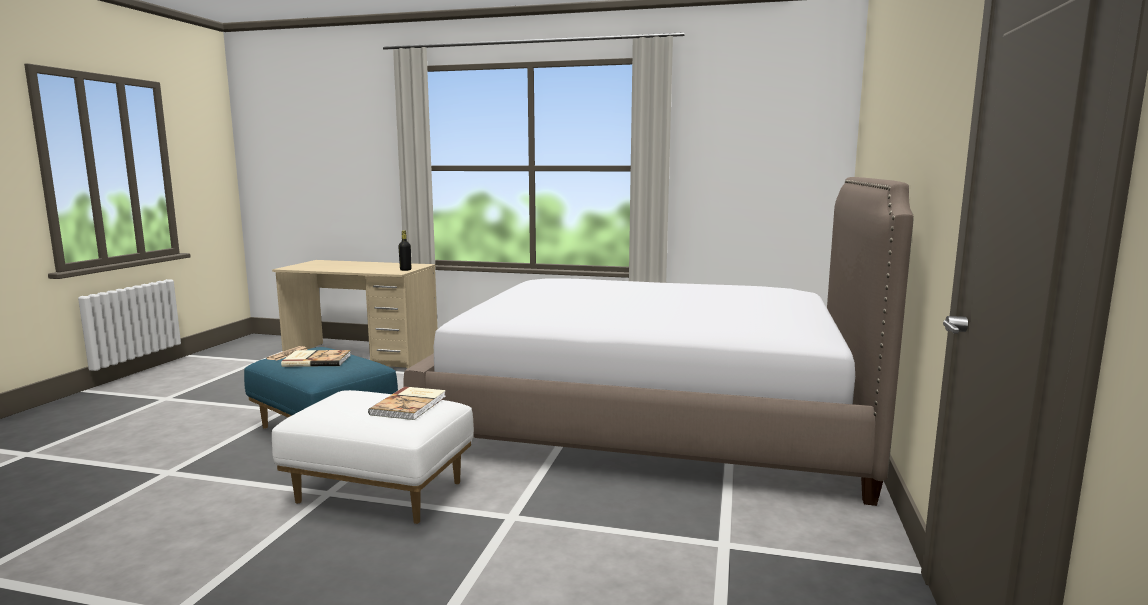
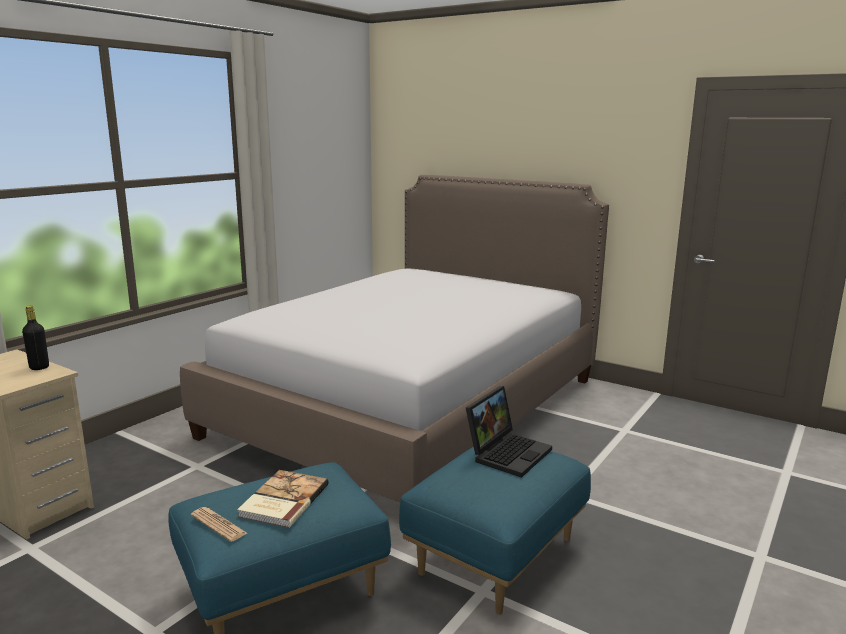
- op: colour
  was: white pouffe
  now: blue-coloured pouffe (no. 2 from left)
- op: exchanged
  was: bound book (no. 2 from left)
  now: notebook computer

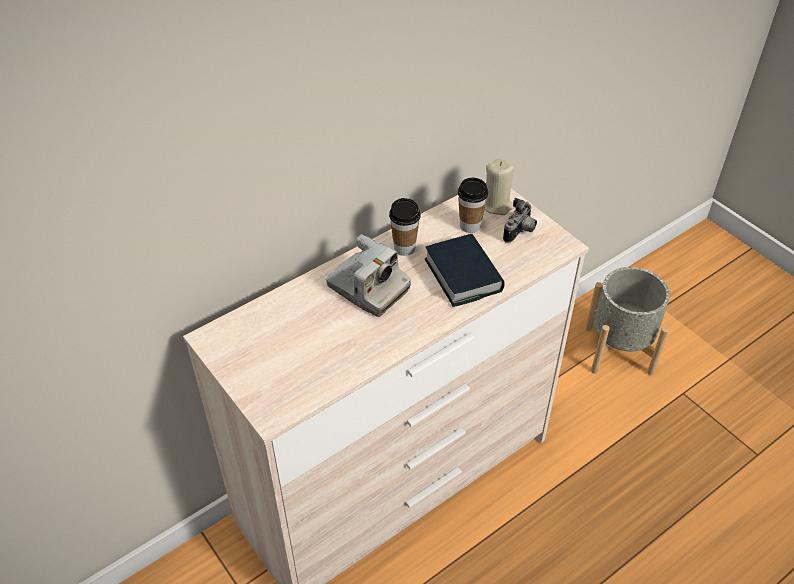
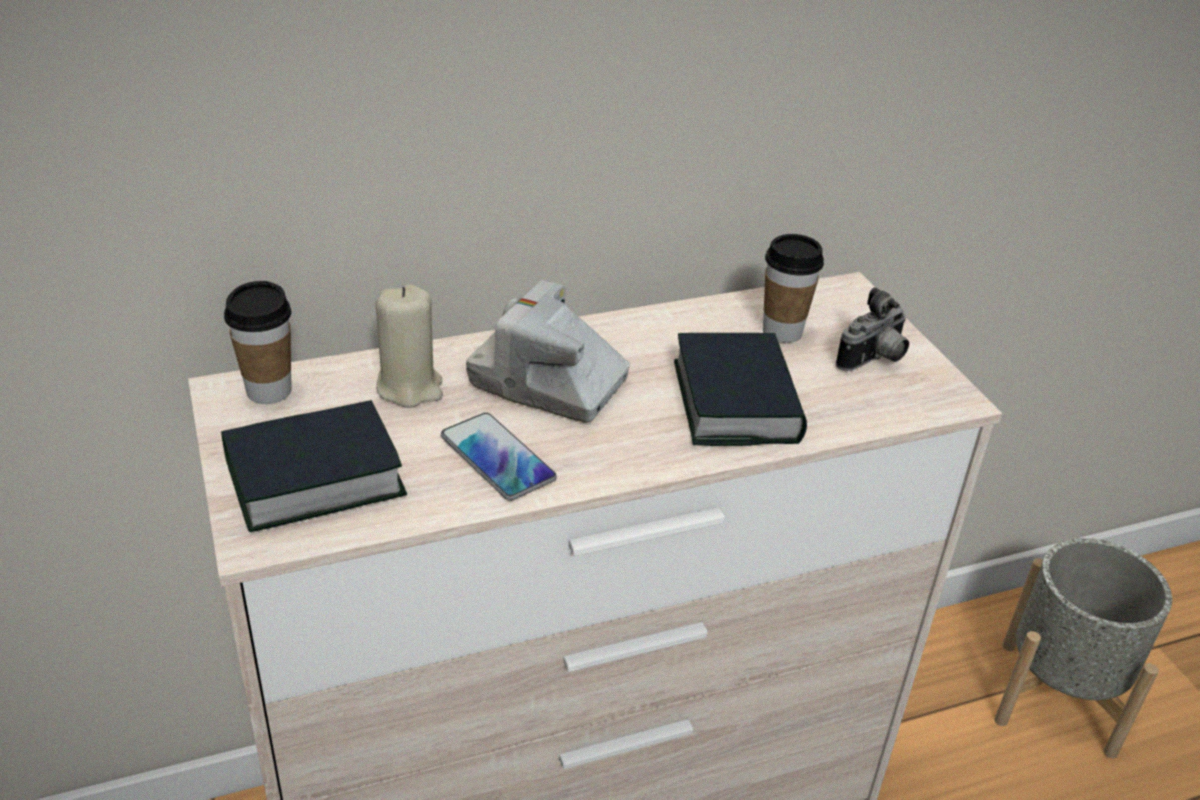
- op: appeared
  now: bound book (no. 1 from left)
- op: relocated
  was: drinking cup (no. 1 from left)
- op: relocated
  was: sand-coloured candle
- op: appeared
  now: telephone
- op: spun
  was: still camera (no. 1 from left)
  clockwise: 150

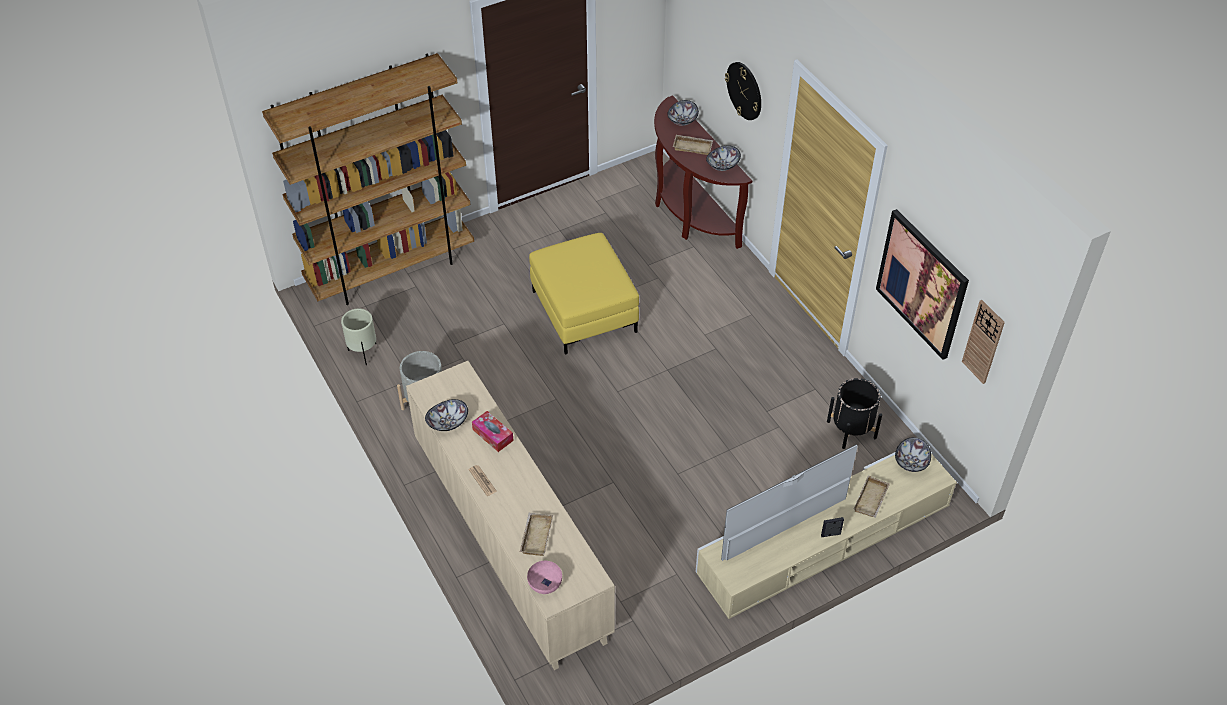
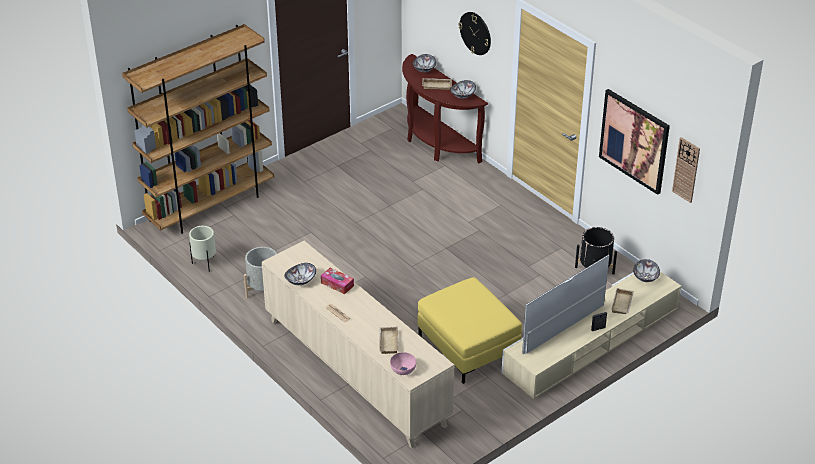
- op: relocated
  was: yellowish pouffe

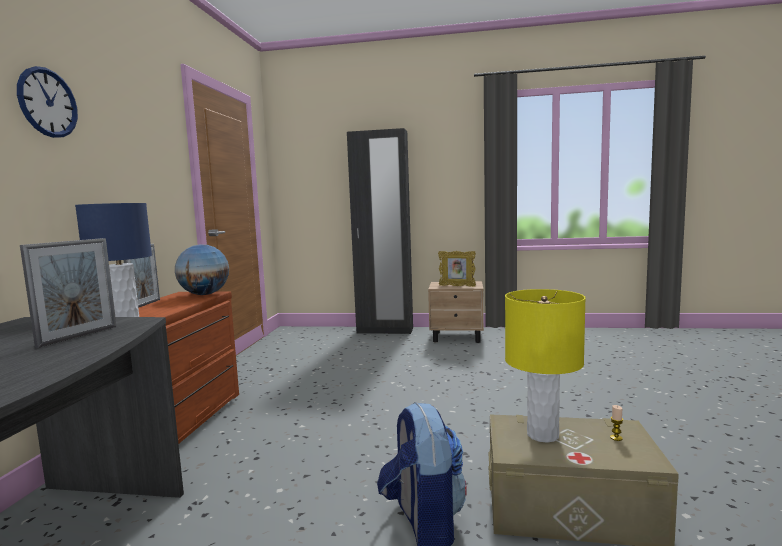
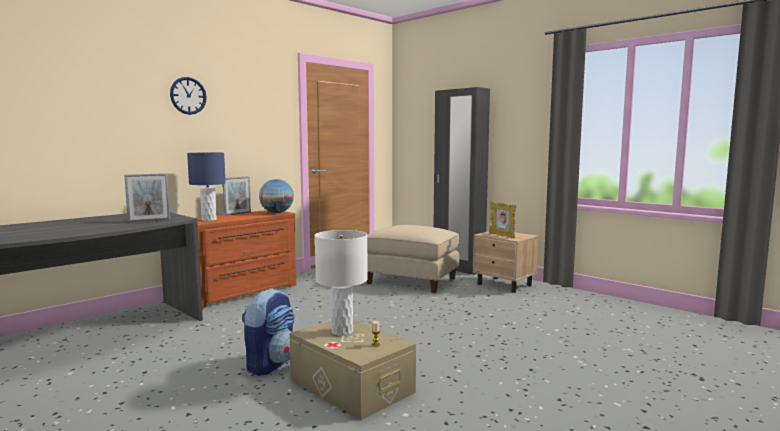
- op: colour
  was: yellowish lamp for a table
  now: white lamp for a table
- op: appeared
  now: sand-coloured pouffe

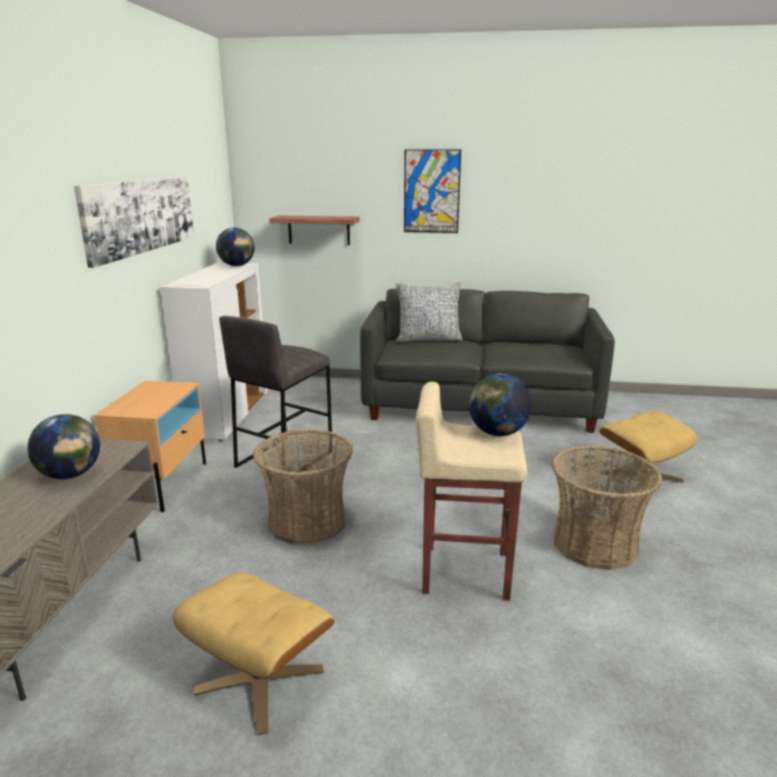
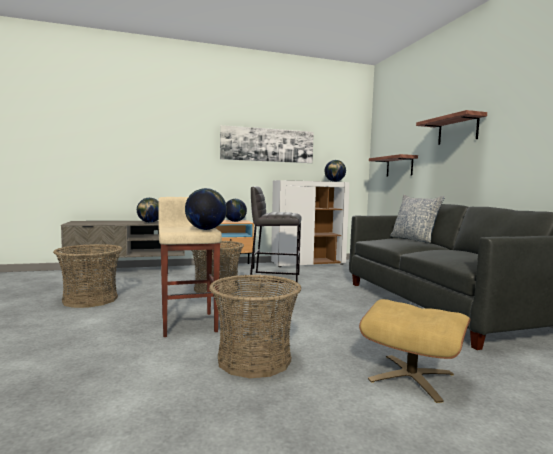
- op: exchanged
  was: sand-coloured pouffe (no. 1 from left)
  now: household basket (no. 1 from left)
- op: appeared
  now: globe (no. 3 from left)
- op: exchanged
  was: wall picture (no. 2 from left)
  now: shelf (no. 2 from left)

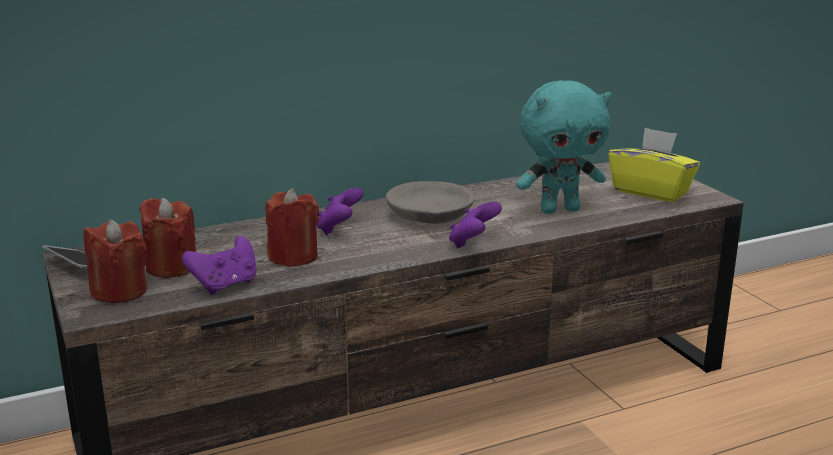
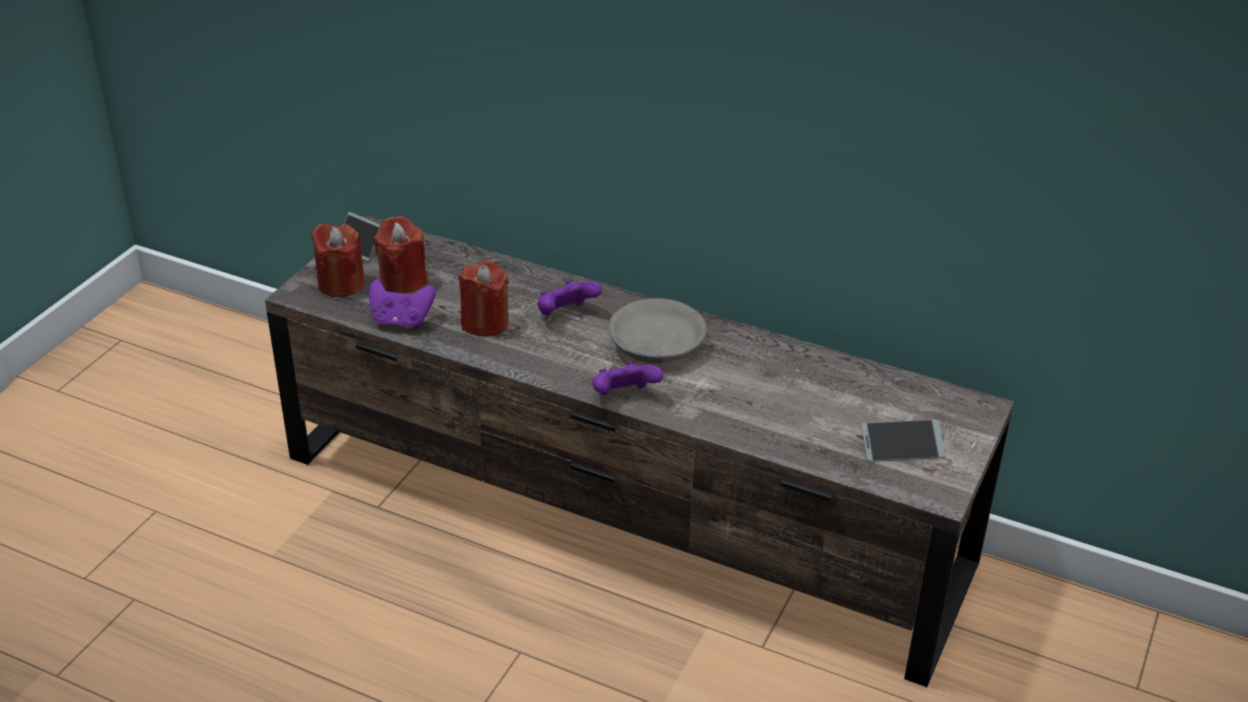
- op: exchanged
  was: yellowish tissue box
  now: telephone (no. 2 from left)
- op: missing
  was: turquoise plush toy

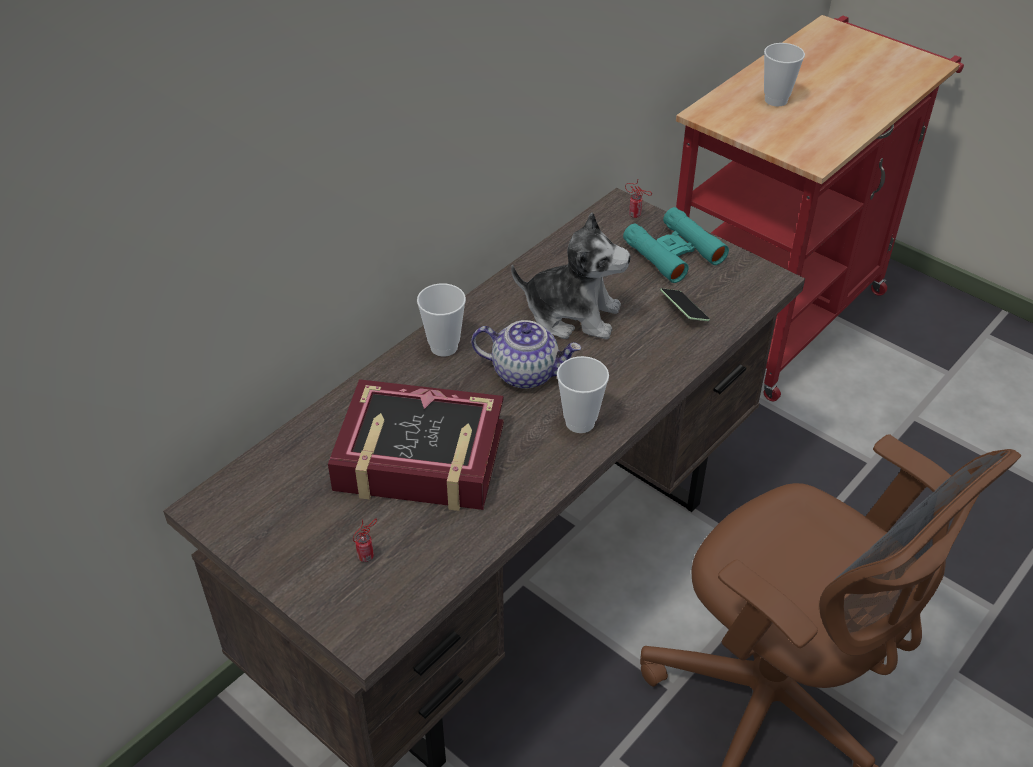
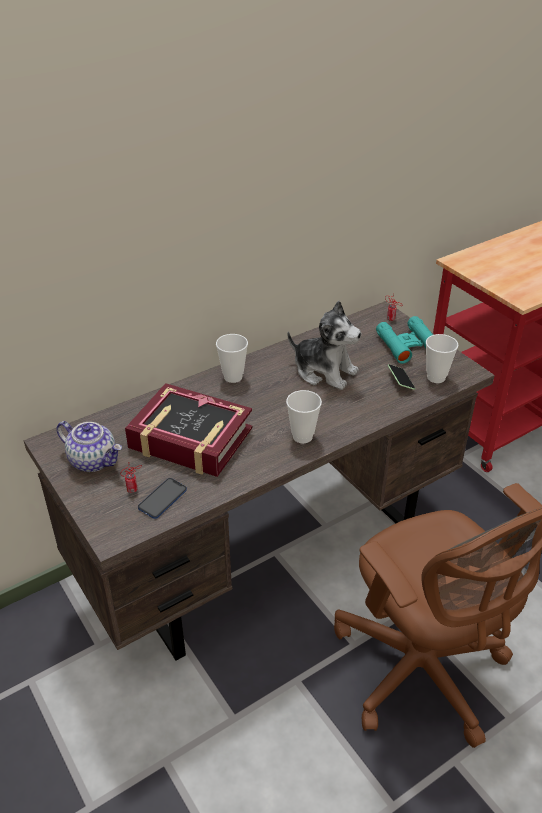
- op: relocated
  was: pot for tea
- op: appeared
  now: telephone (no. 1 from left)
- op: relocated
  was: drinking cup (no. 3 from left)

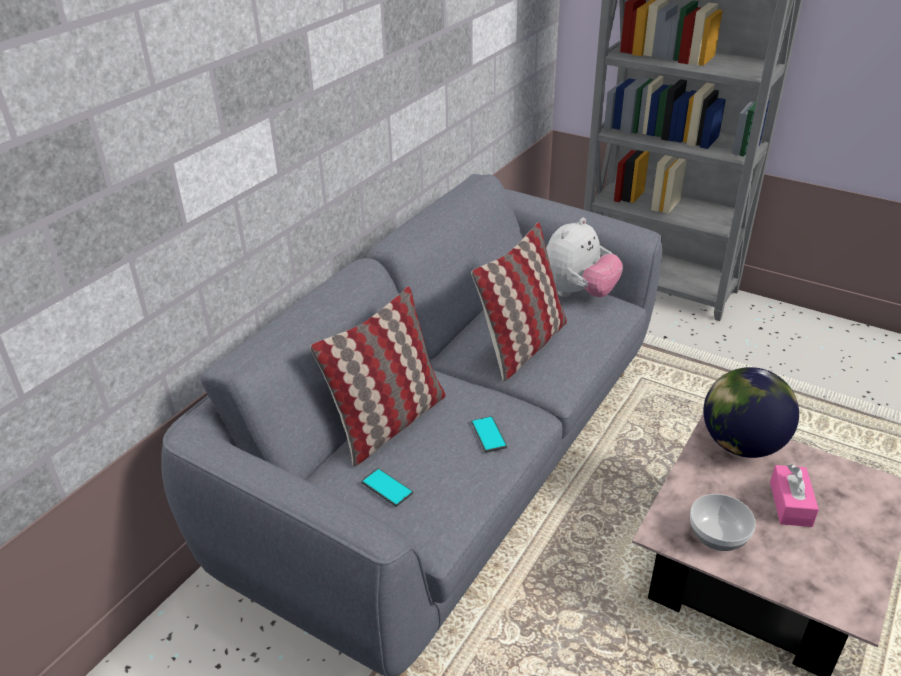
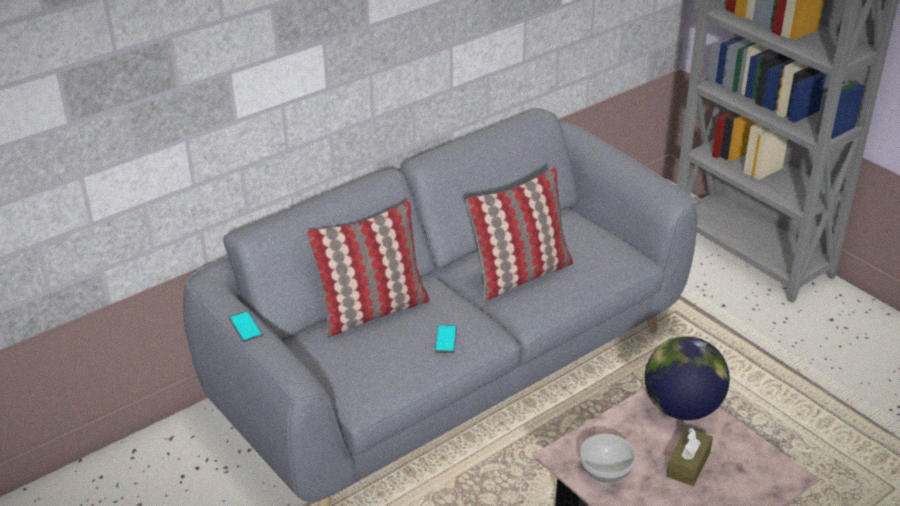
- op: relocated
  was: telephone (no. 1 from left)
- op: colour
  was: pinkish tissue box
  now: brown-coloured tissue box
- op: missing
  was: plush toy

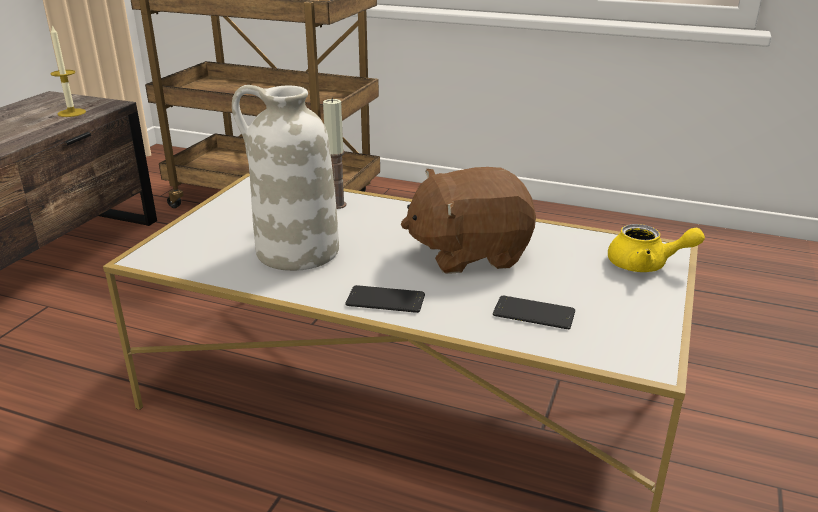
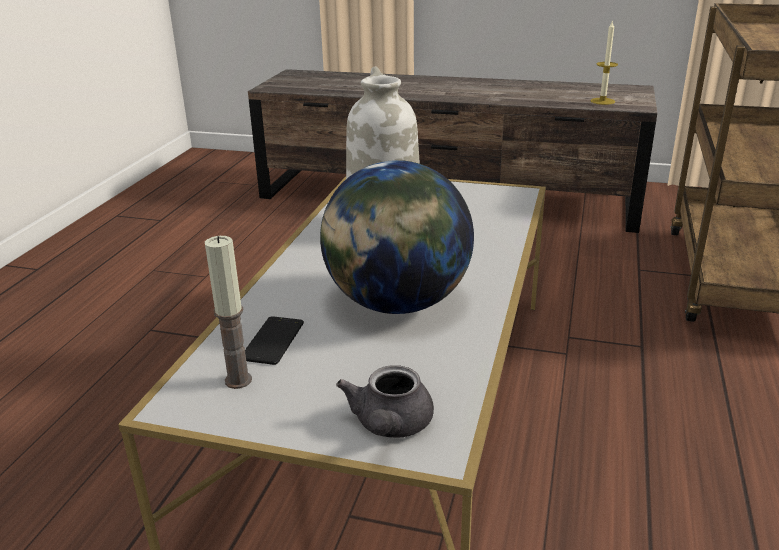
- op: relocated
  was: candle (no. 2 from left in the first image)
  now: candle (no. 1 from left)
- op: exchanged
  was: brown-coloured plush toy
  now: globe
- op: colour
  was: yellowish pot for tea
  now: gray pot for tea
- op: missing
  was: telephone (no. 1 from left)

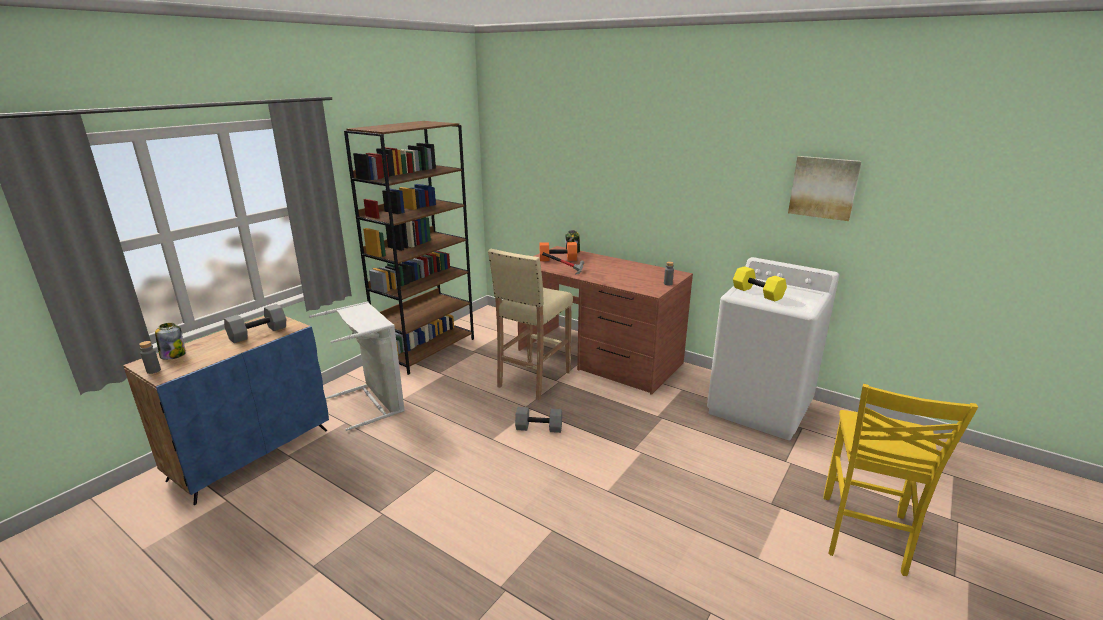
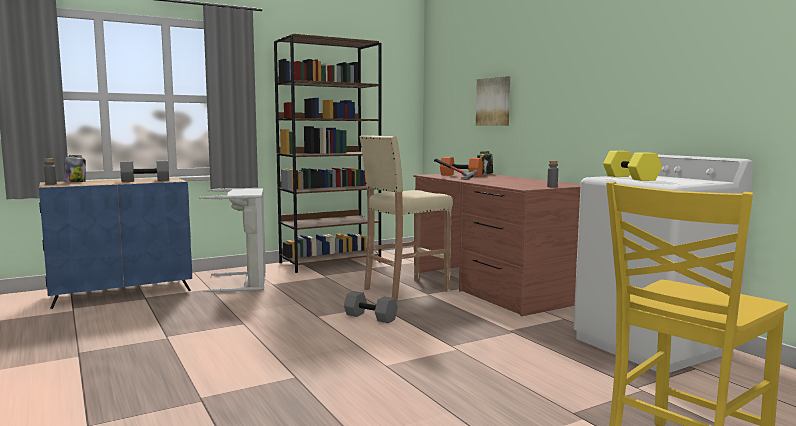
- op: relocated
  was: wall picture

